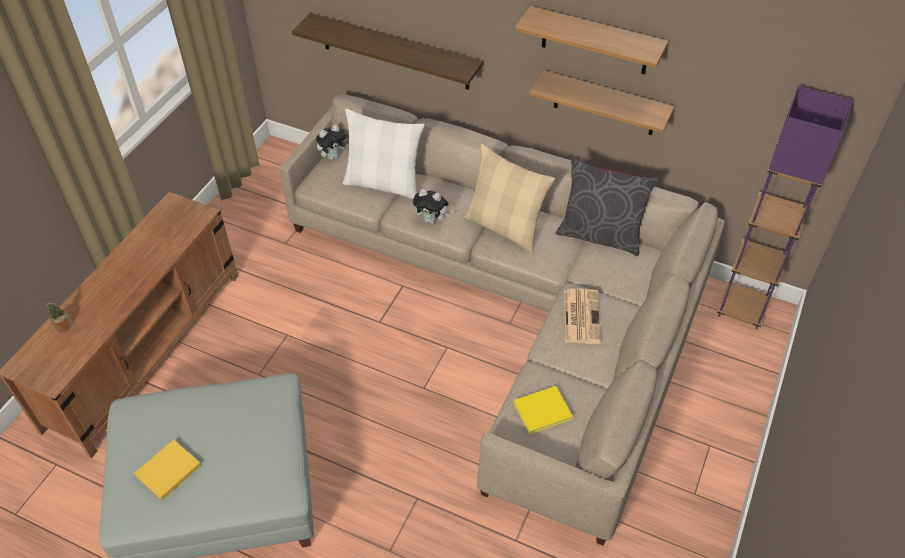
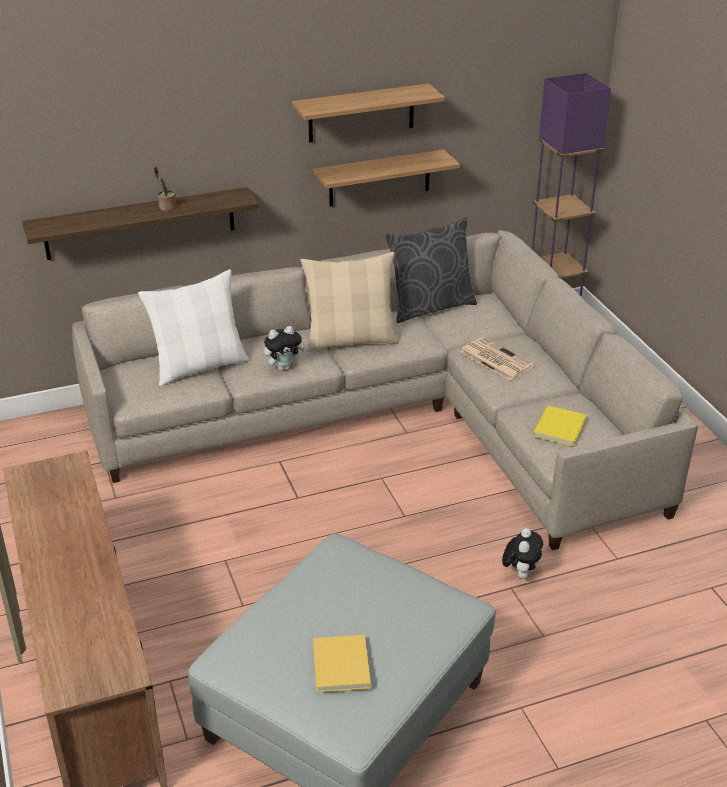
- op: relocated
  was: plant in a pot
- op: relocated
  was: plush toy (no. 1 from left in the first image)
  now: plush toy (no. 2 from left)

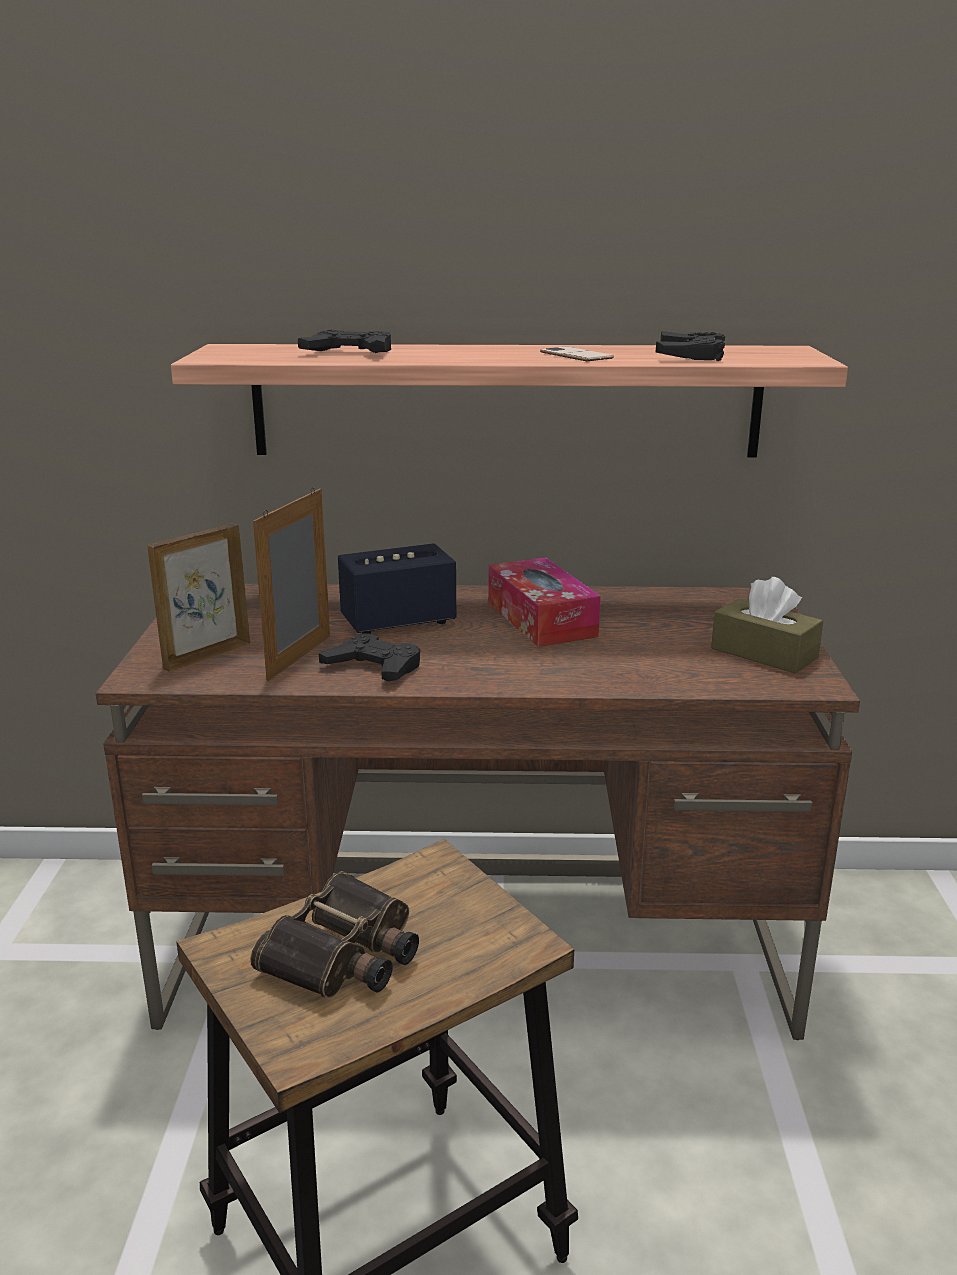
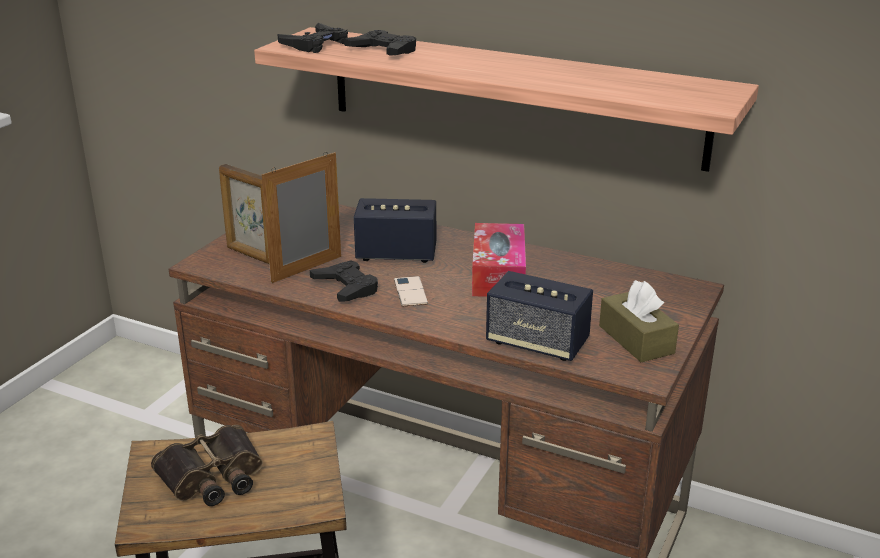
- op: spun
  was: photo frame (no. 1 from left)
  clockwise: -120
- op: relocated
  was: blackish game controller (no. 3 from left in the first image)
  now: blackish game controller (no. 1 from left)
- op: relocated
  was: telephone
- op: appeared
  now: loudspeaker (no. 2 from left)

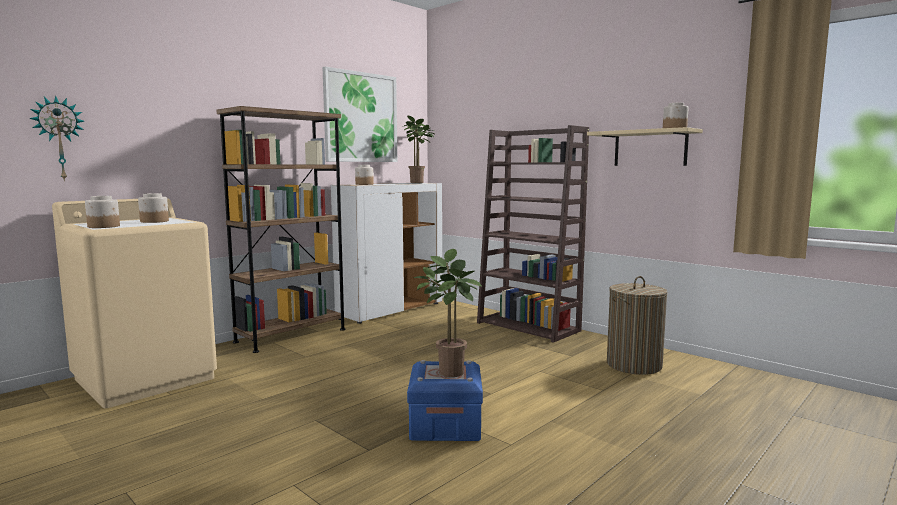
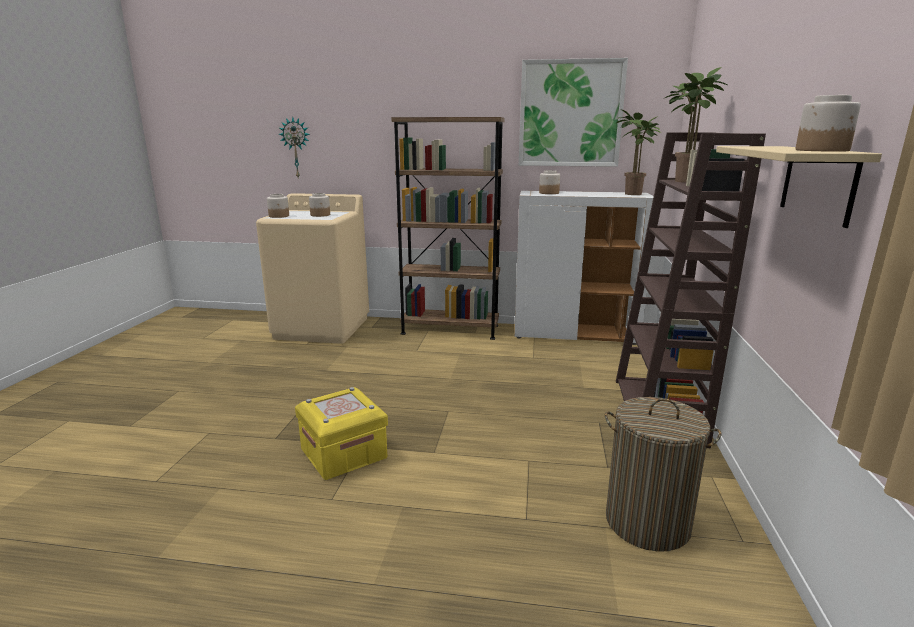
- op: colour
  was: blue-coloured storage bin
  now: yellowish storage bin
- op: relocated
  was: plant in a pot (no. 2 from left)

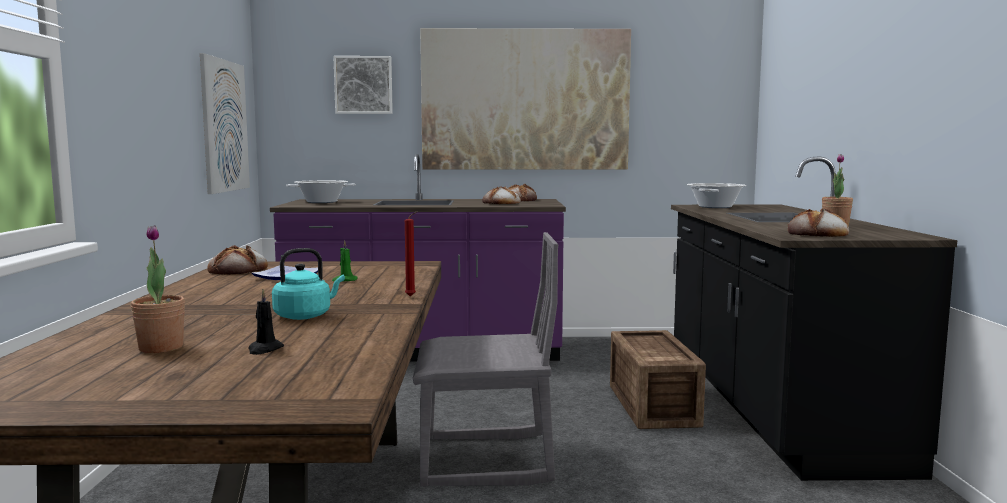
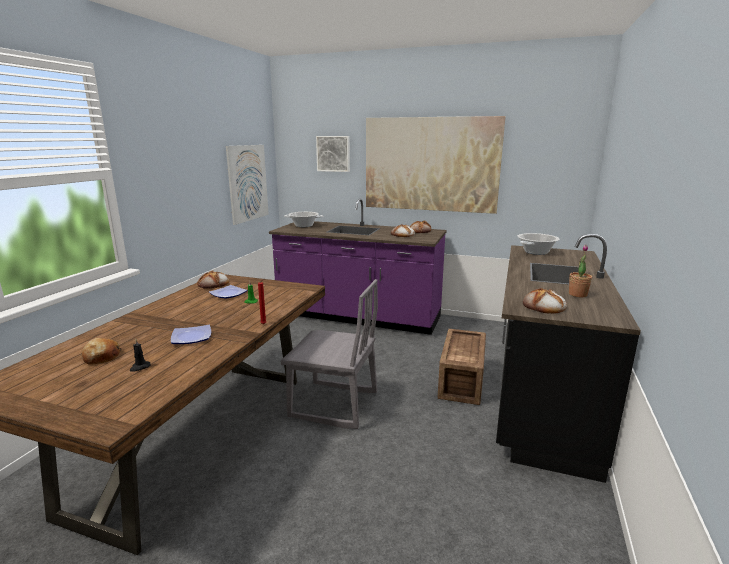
- op: exchanged
  was: plant in a pot (no. 1 from left)
  now: baked bread (no. 1 from left)
- op: exchanged
  was: turquoise water kettle
  now: plate (no. 1 from left)

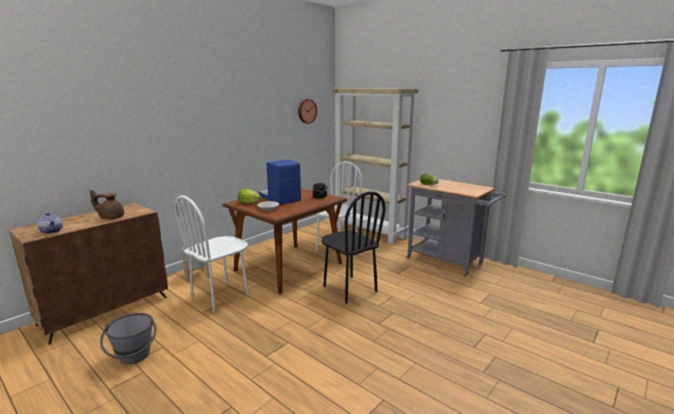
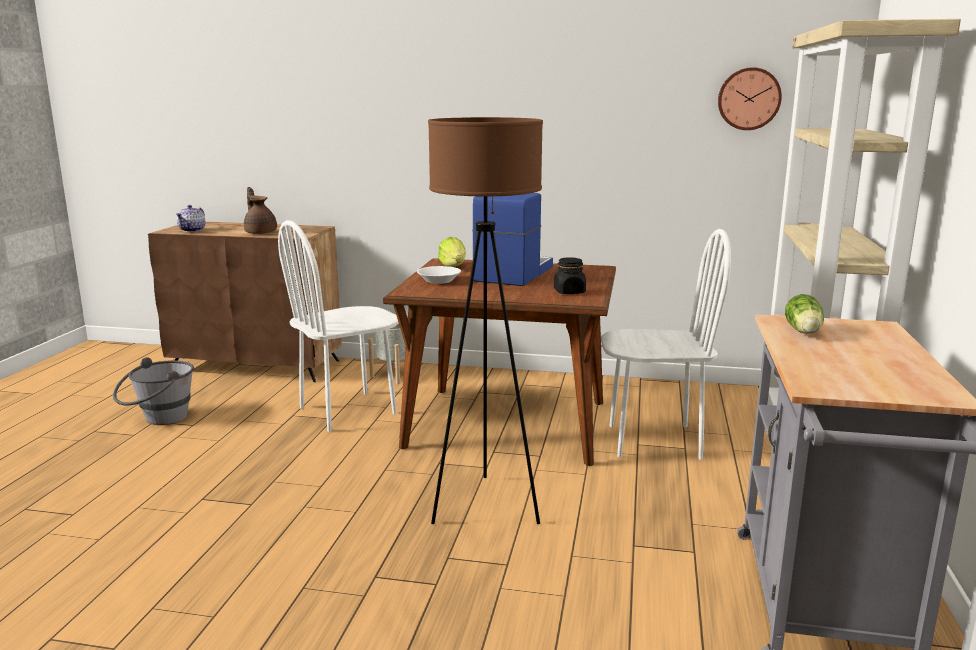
- op: spun
  was: white plain chair (no. 1 from left)
  clockwise: -45
- op: exchanged
  was: blackish plain chair
  now: brown-coloured standard lamp

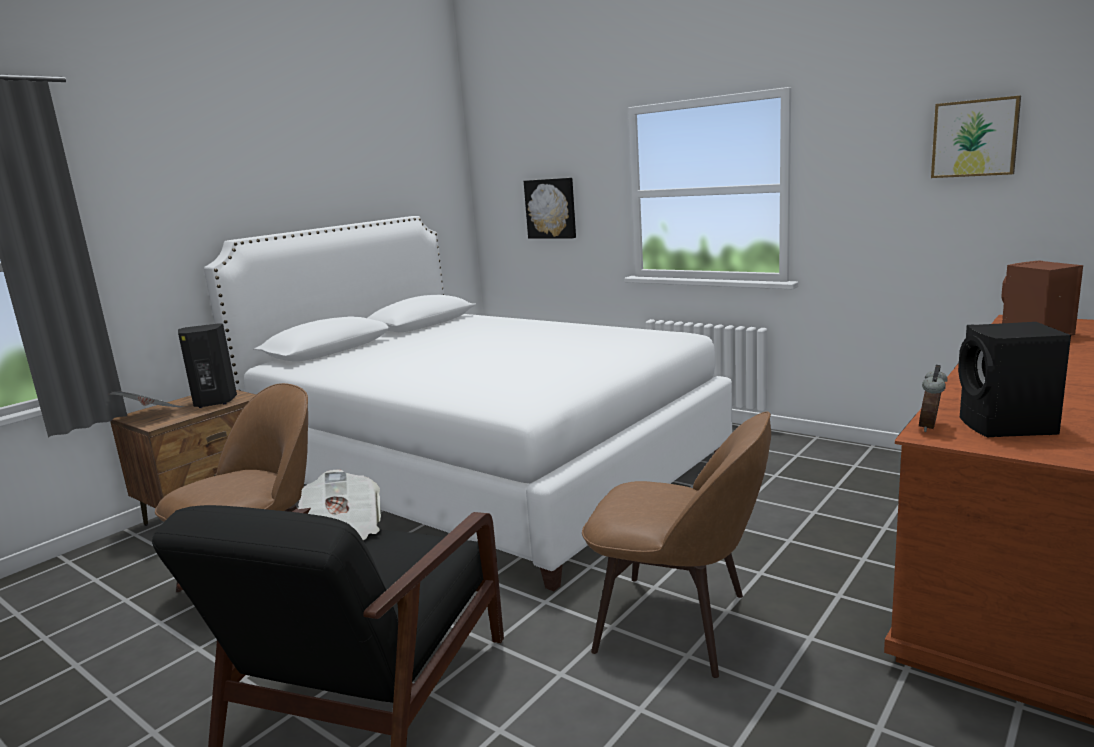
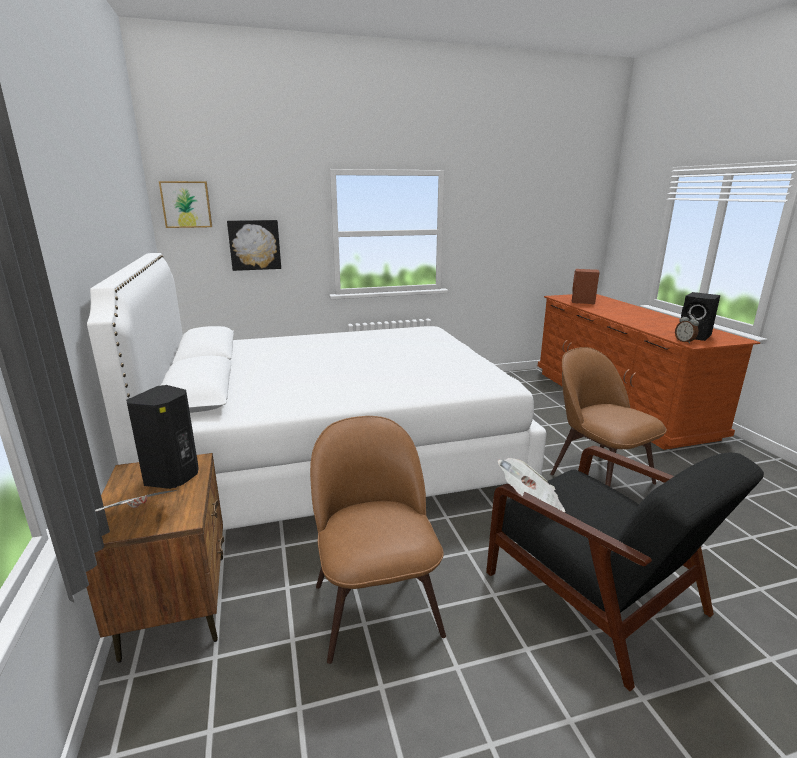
- op: relocated
  was: wall picture (no. 2 from left in the first image)
  now: wall picture (no. 1 from left)
- op: spun
  was: brown-coloured plain chair (no. 2 from left)
  clockwise: -90

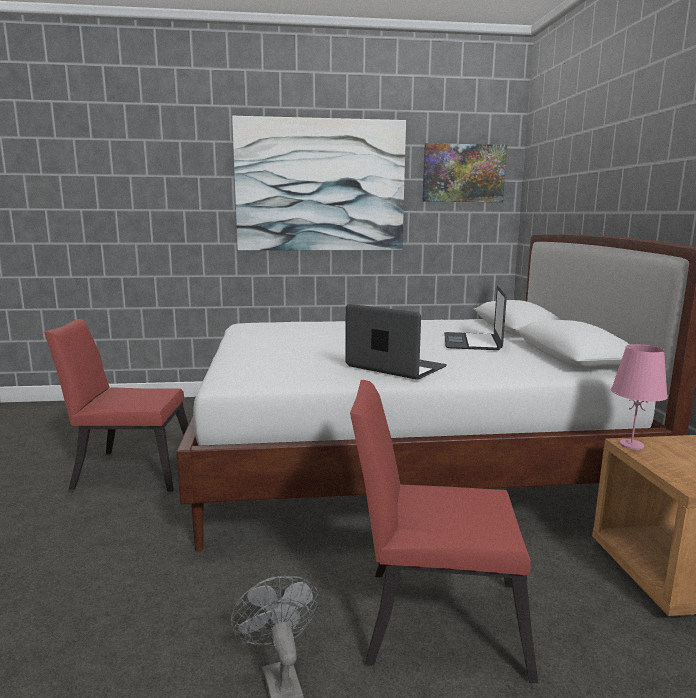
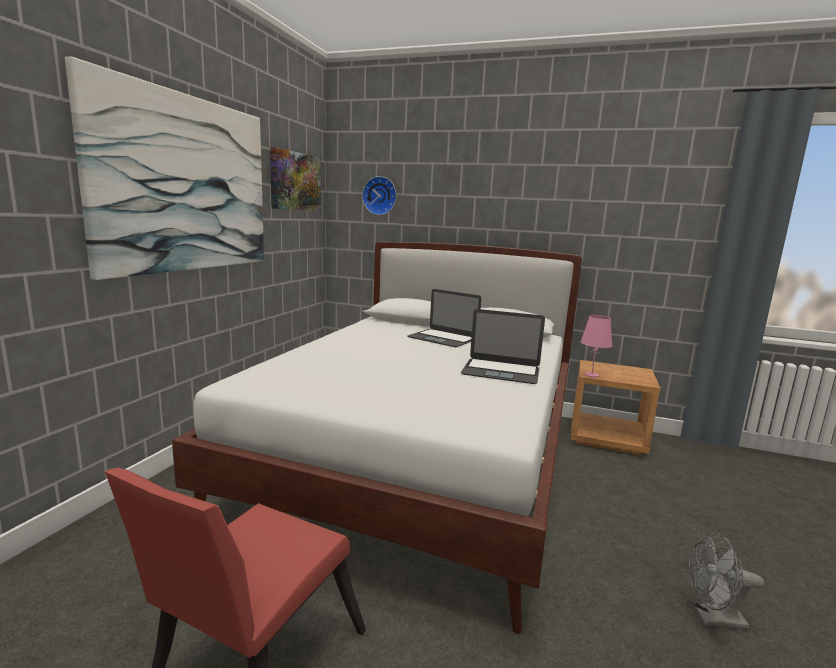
- op: appeared
  now: wall clock
- op: spun
  was: notebook computer (no. 1 from left in the first image)
  clockwise: -135
- op: missing
  was: red plain chair (no. 2 from left)

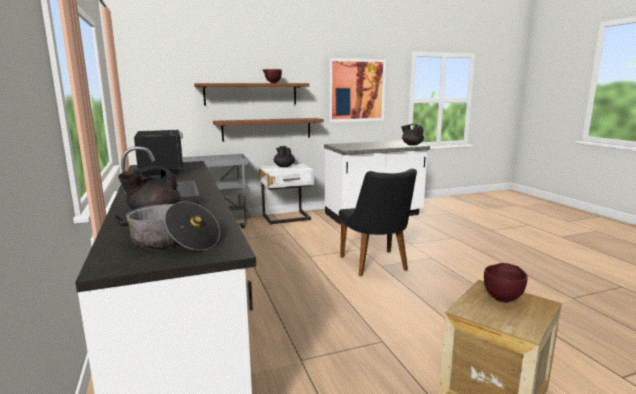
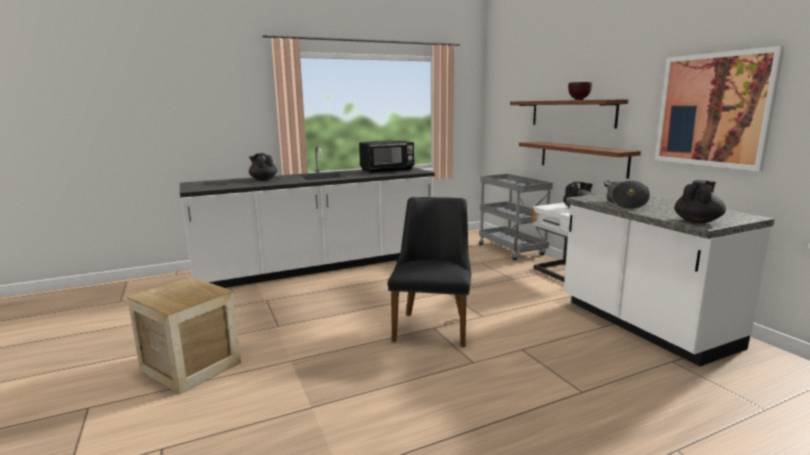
- op: spun
  was: blackish plain chair
  clockwise: 120
- op: relocated
  was: saucepot
- op: missing
  was: brown-coloured deep dish (no. 2 from left)

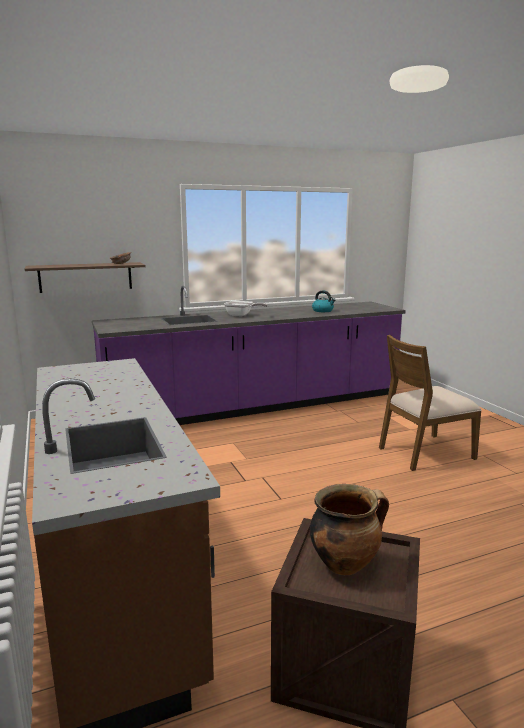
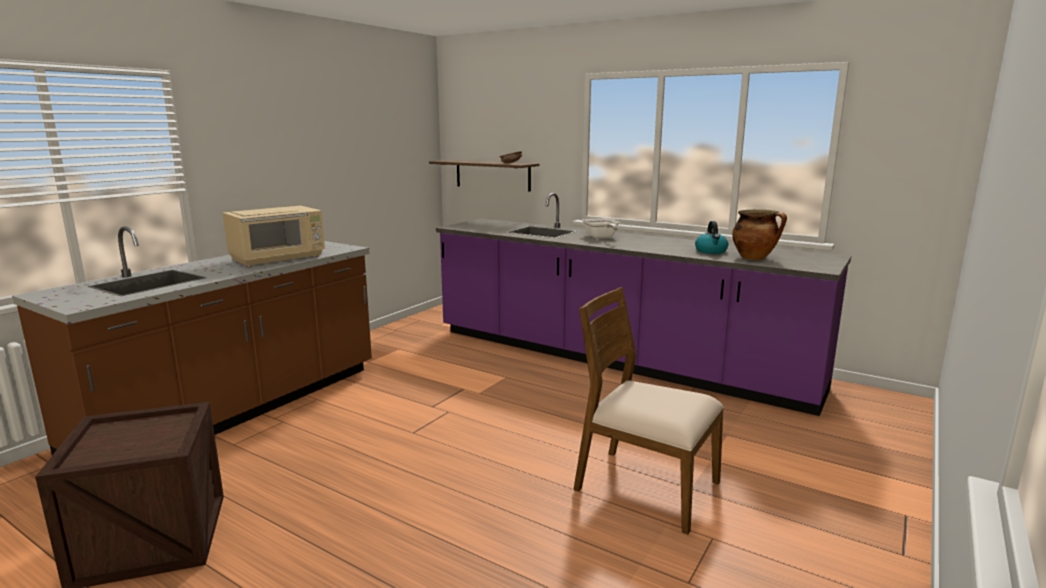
- op: appeared
  now: sand-coloured microwave
- op: relocated
  was: saucepot

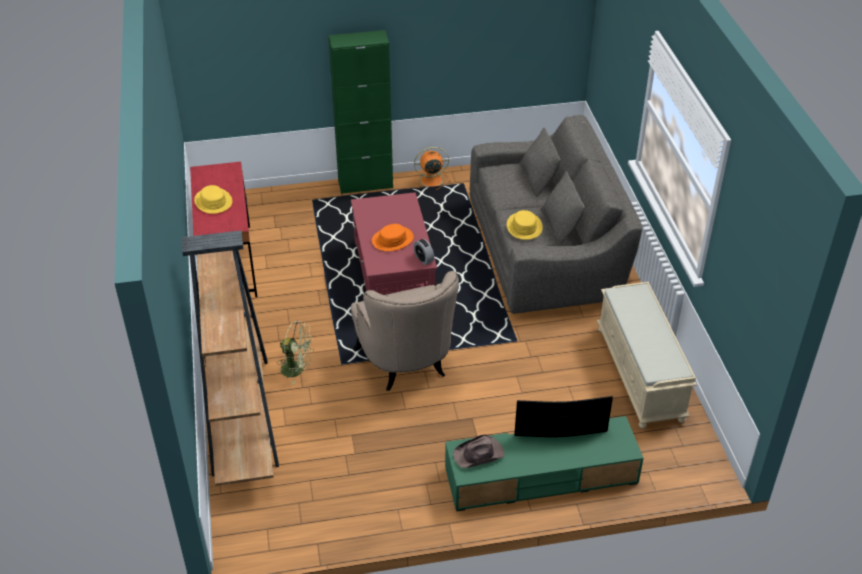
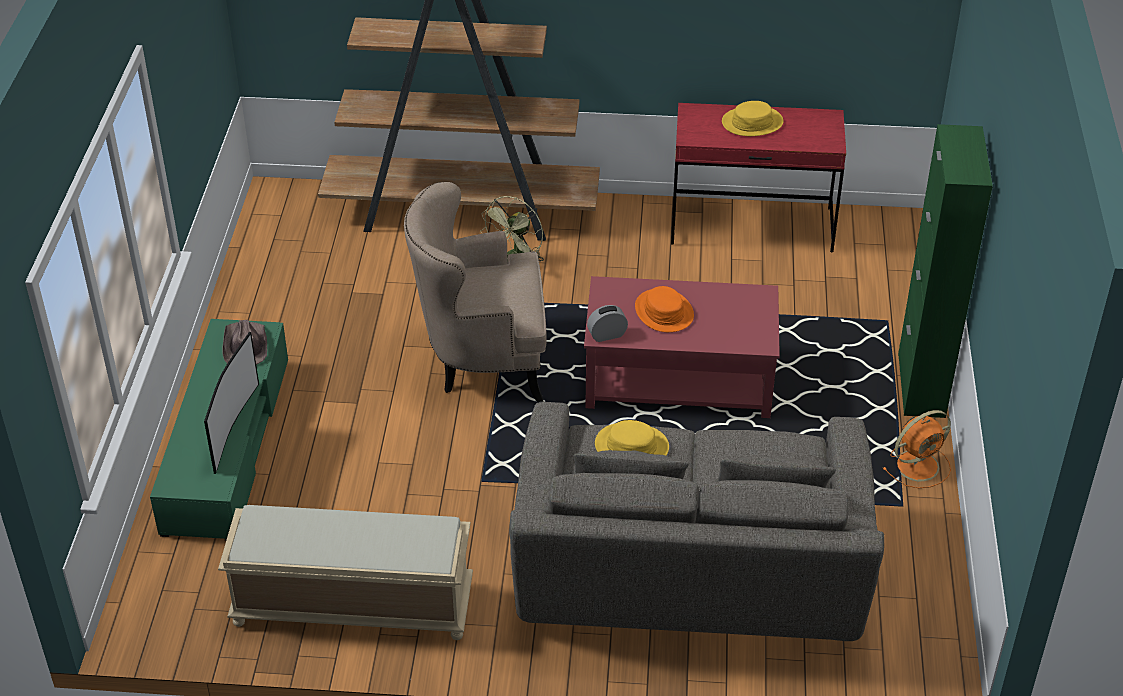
- op: spun
  was: orange-coloured cooling fan
  clockwise: 60

